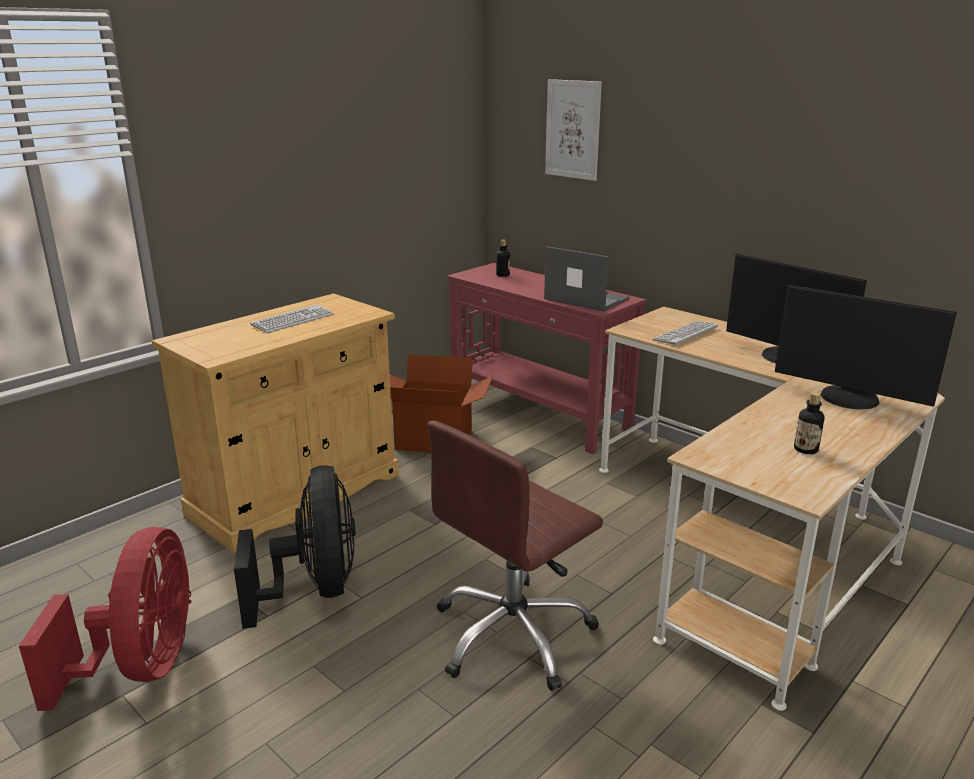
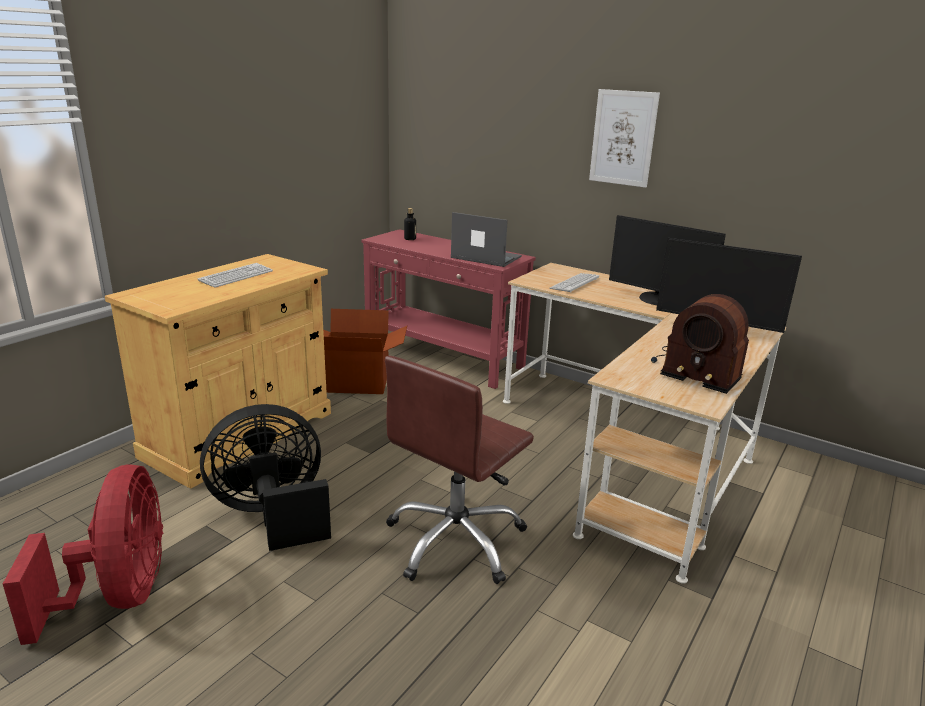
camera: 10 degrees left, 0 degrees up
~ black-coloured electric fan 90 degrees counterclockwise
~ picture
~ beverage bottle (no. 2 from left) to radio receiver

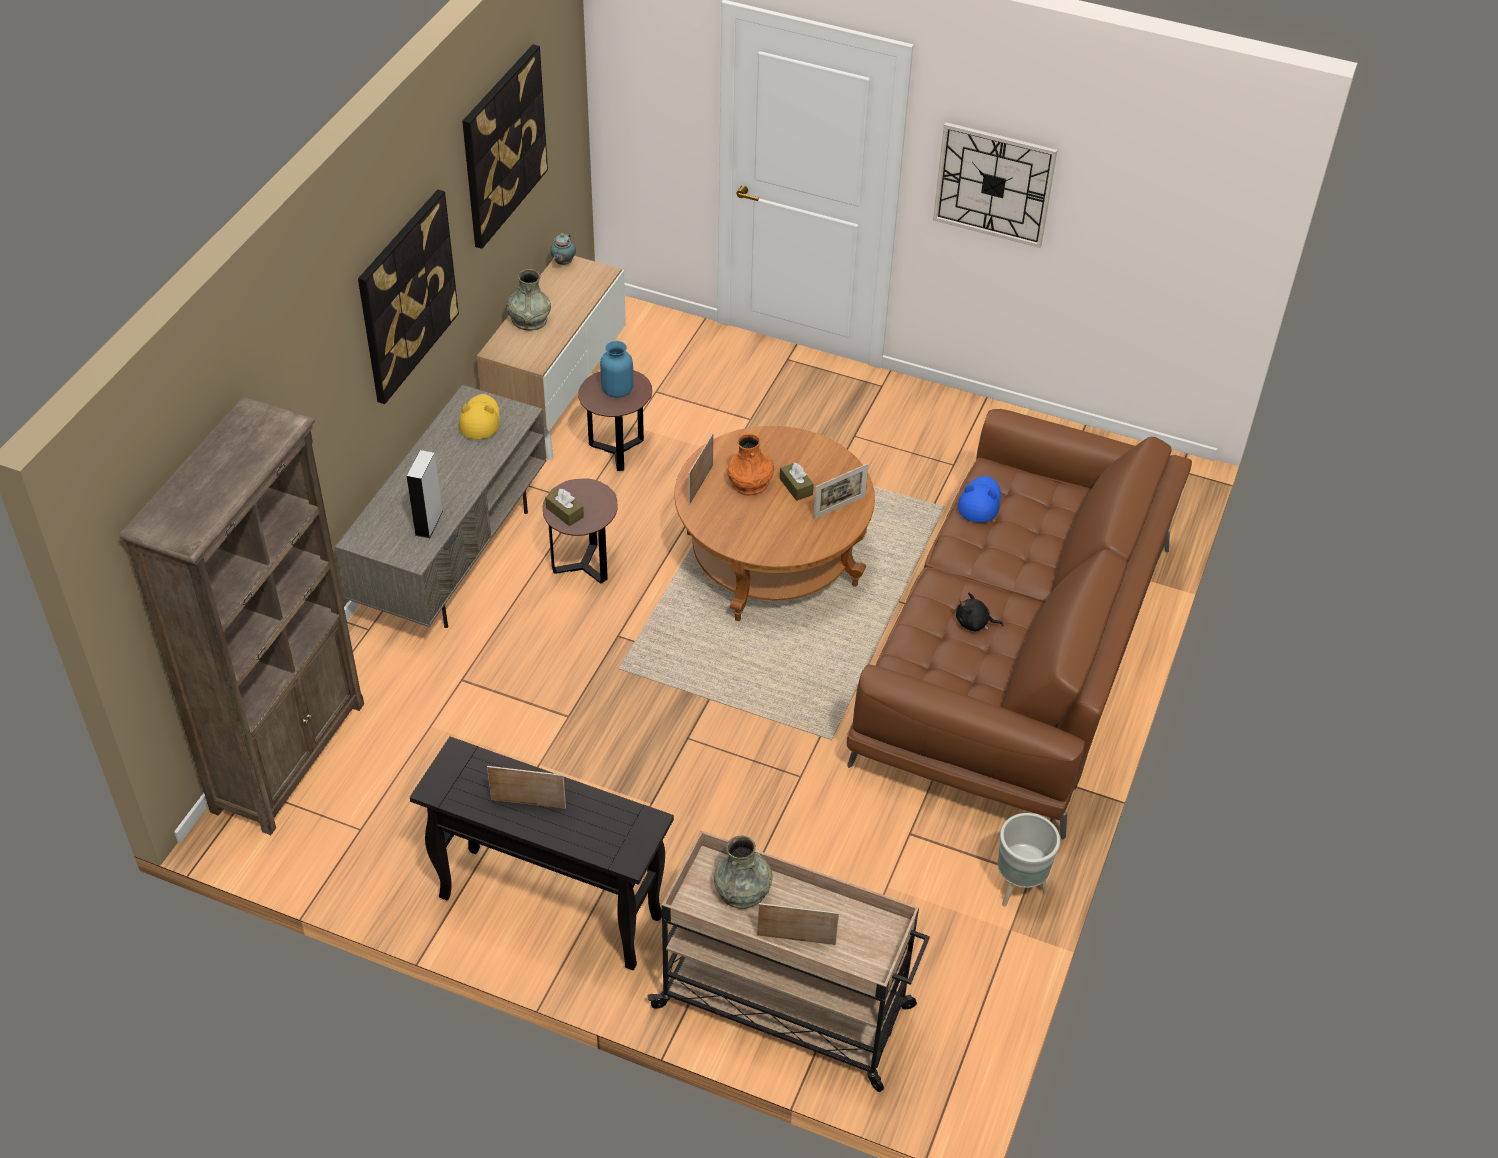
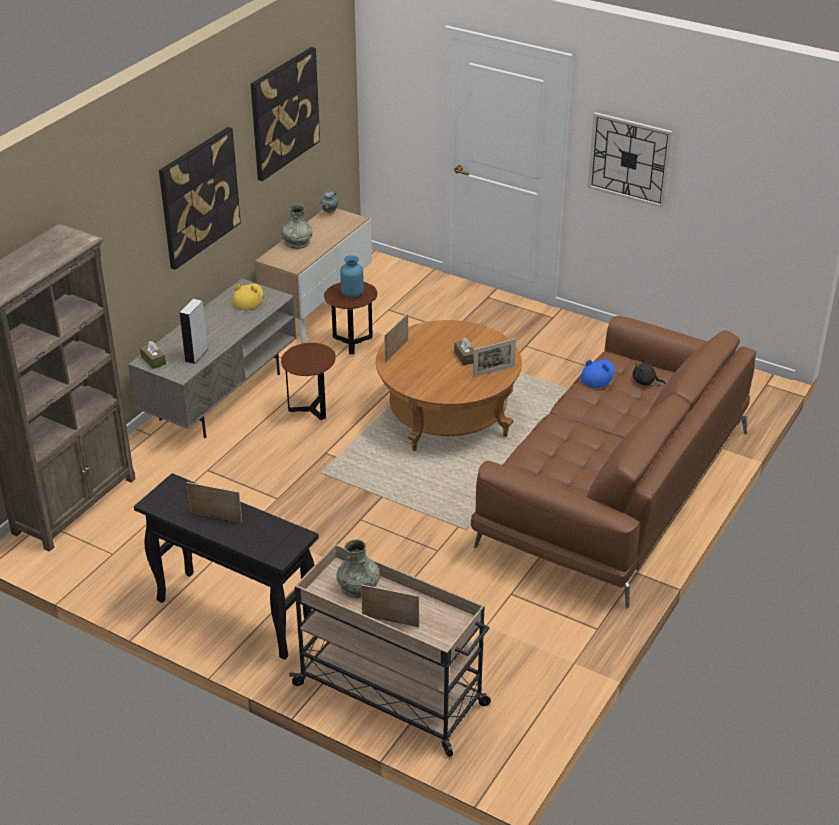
camera: 10 degrees right, 10 degrees down
~ brown-coloured tissue holder (no. 1 from left)
- orange decorative vase
~ black-coloured cuddly toy
- grey planter

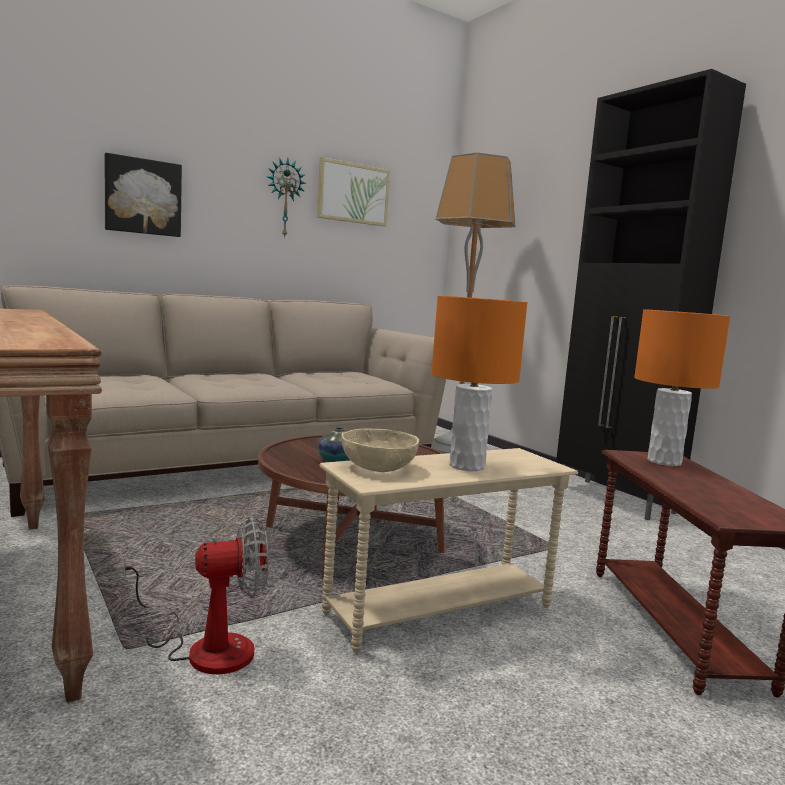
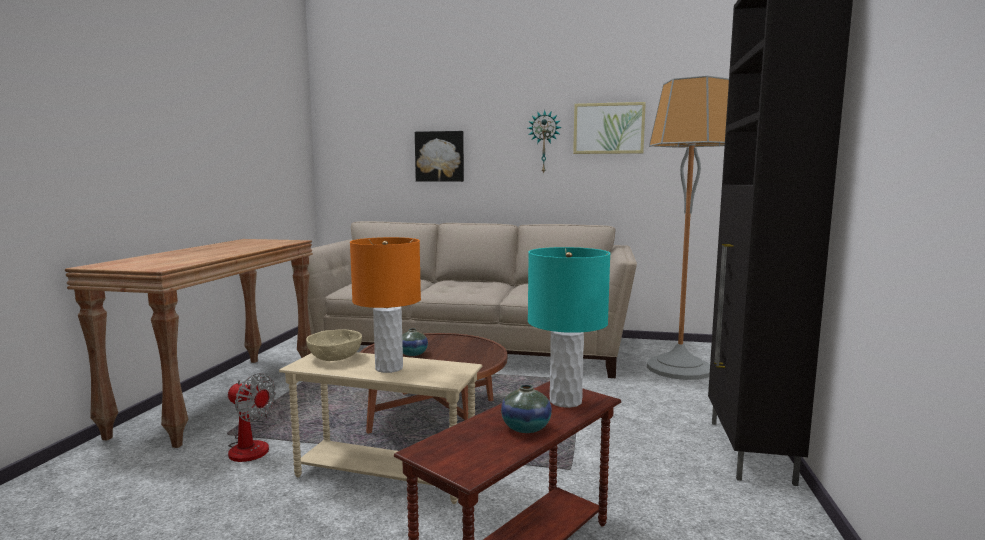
camera: 45 degrees right, 0 degrees up
~ orange lamp for a table (no. 2 from left) to turquoise lamp for a table
+ decorative vase (no. 2 from left)

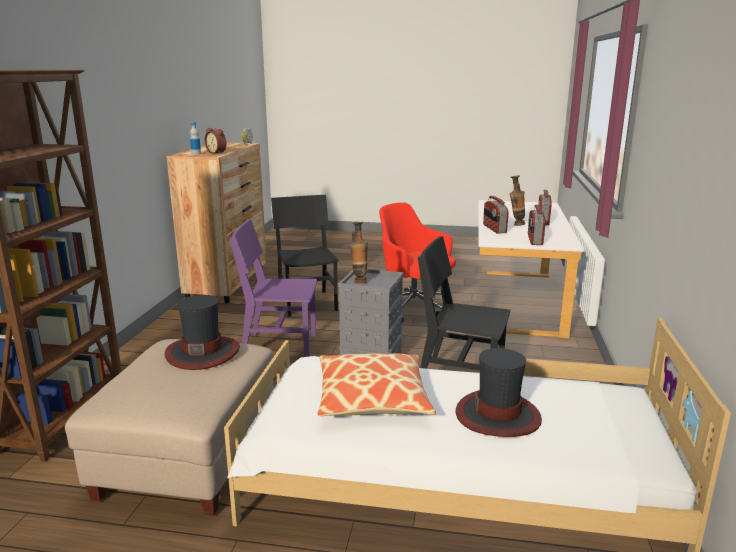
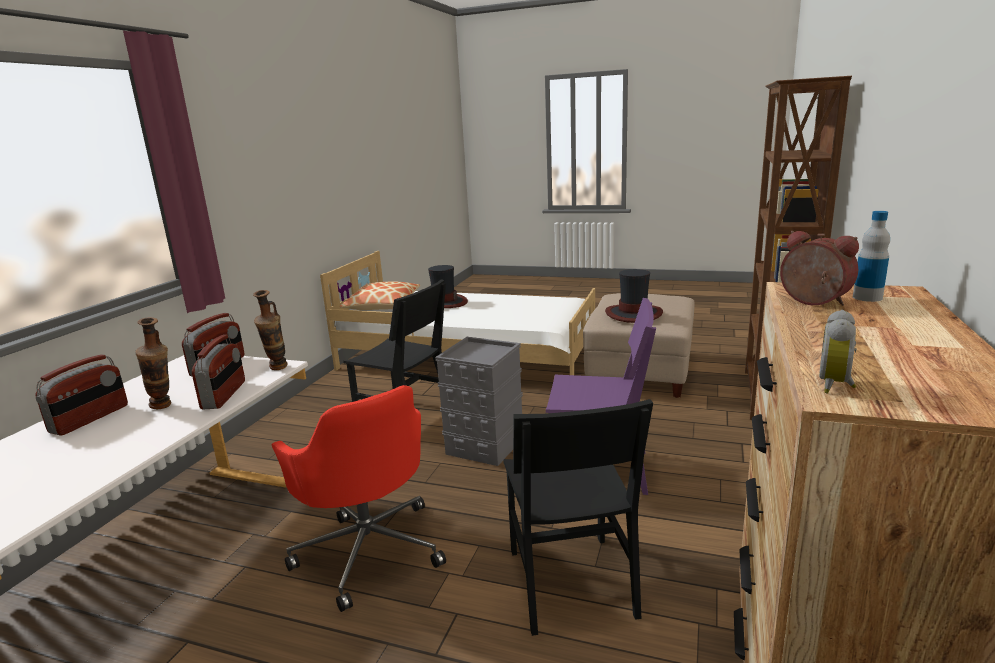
camera: 170 degrees left, 0 degrees up
~ cushion
~ decorative vase (no. 1 from left in the first image) to decorative vase (no. 2 from left)

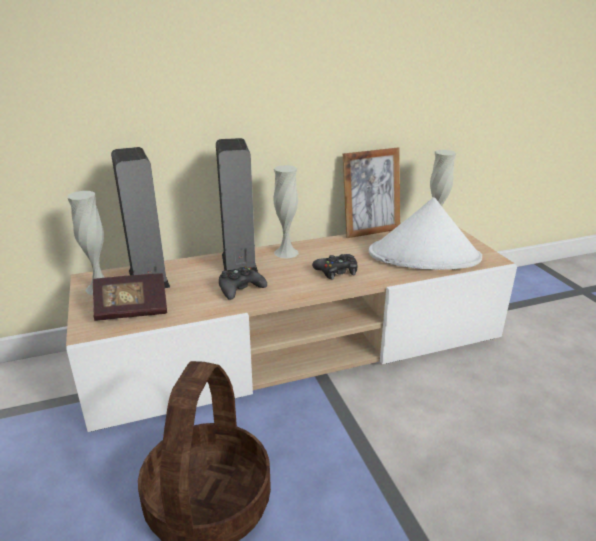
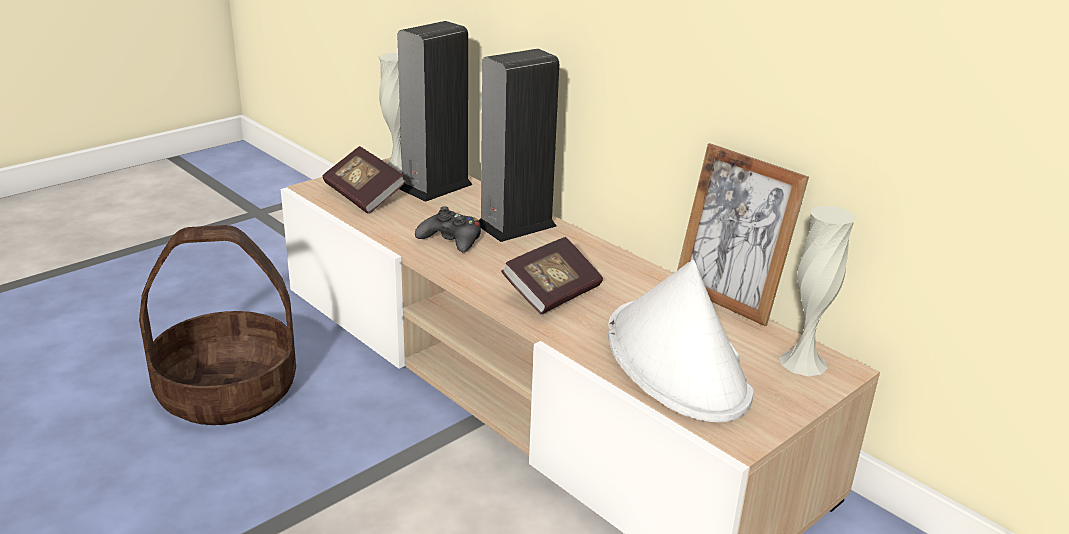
camera: 65 degrees right, 0 degrees up
- white-coloured decorative vase (no. 2 from left)
~ black-coloured joypad (no. 2 from left) to bound book (no. 2 from left)

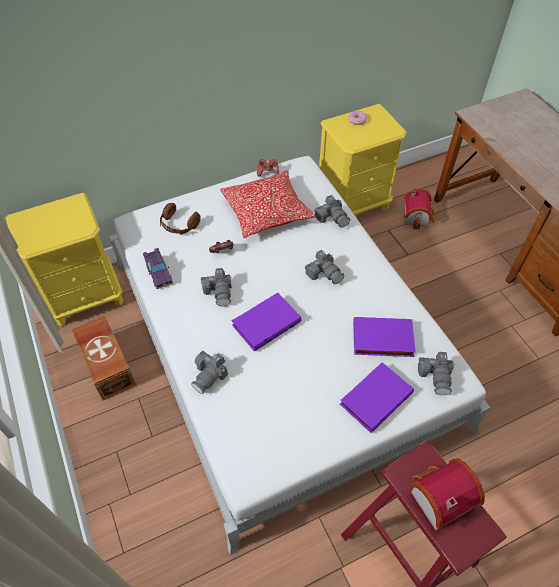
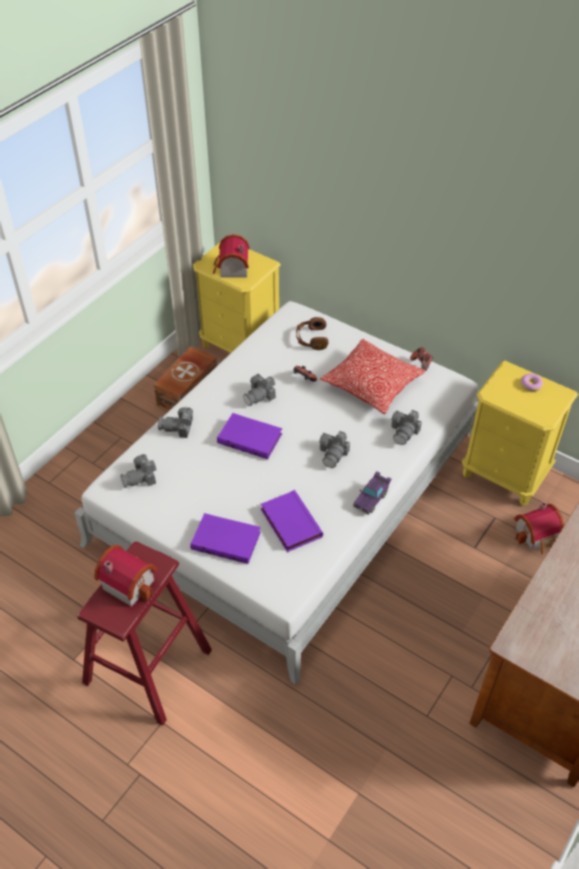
camera: 60 degrees right, 5 degrees down
~ purplish miniature car
~ photo camera (no. 5 from left in the first image) to photo camera (no. 1 from left)
+ model house (no. 2 from left)

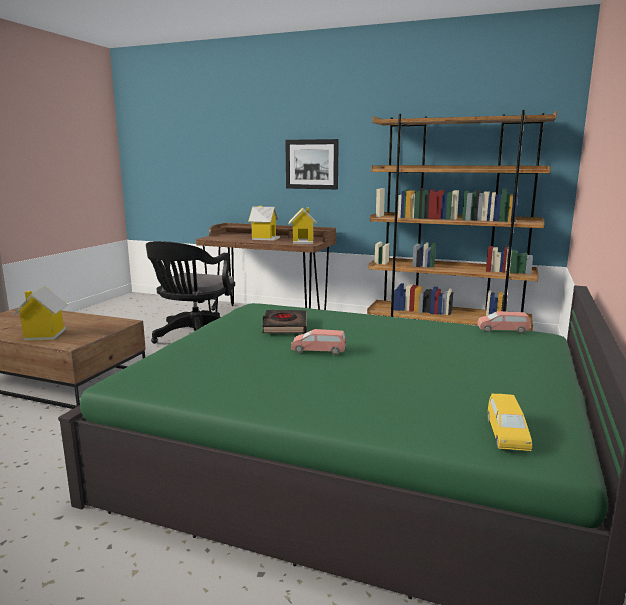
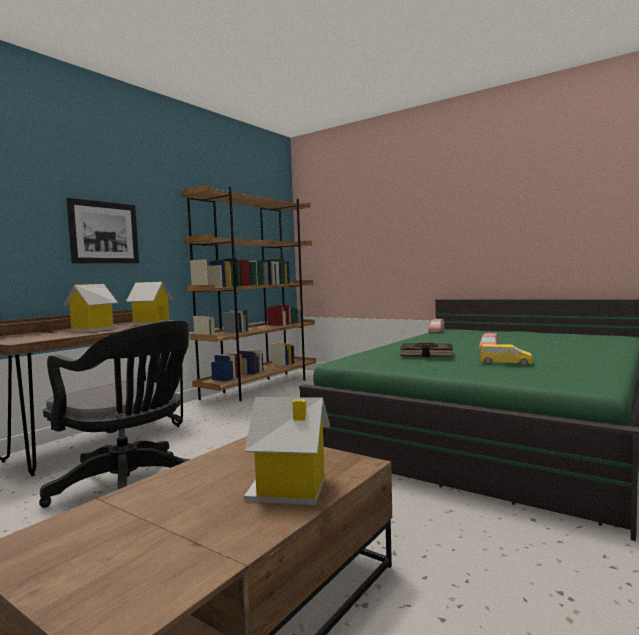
camera: 75 degrees left, 10 degrees down
~ yellowish miniature car

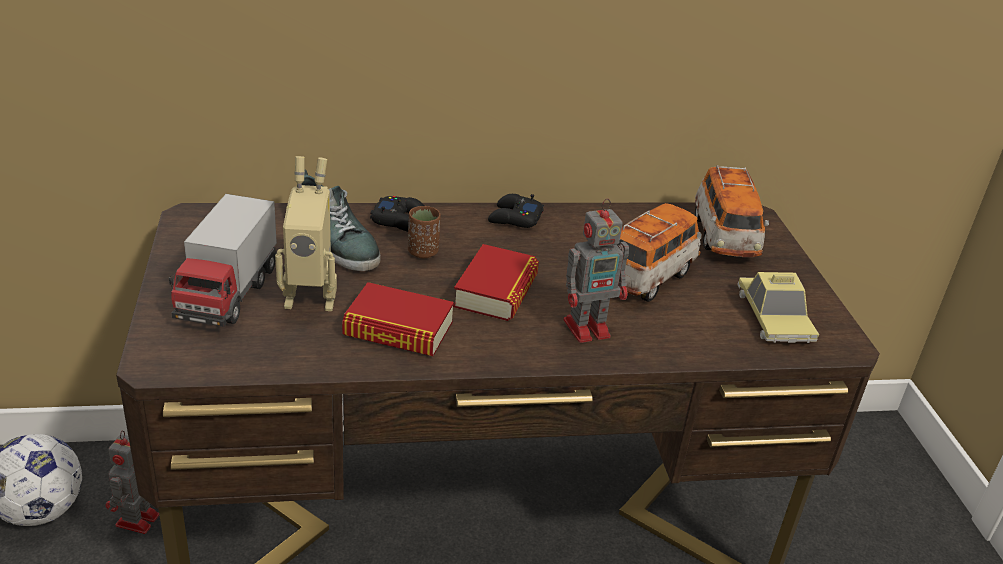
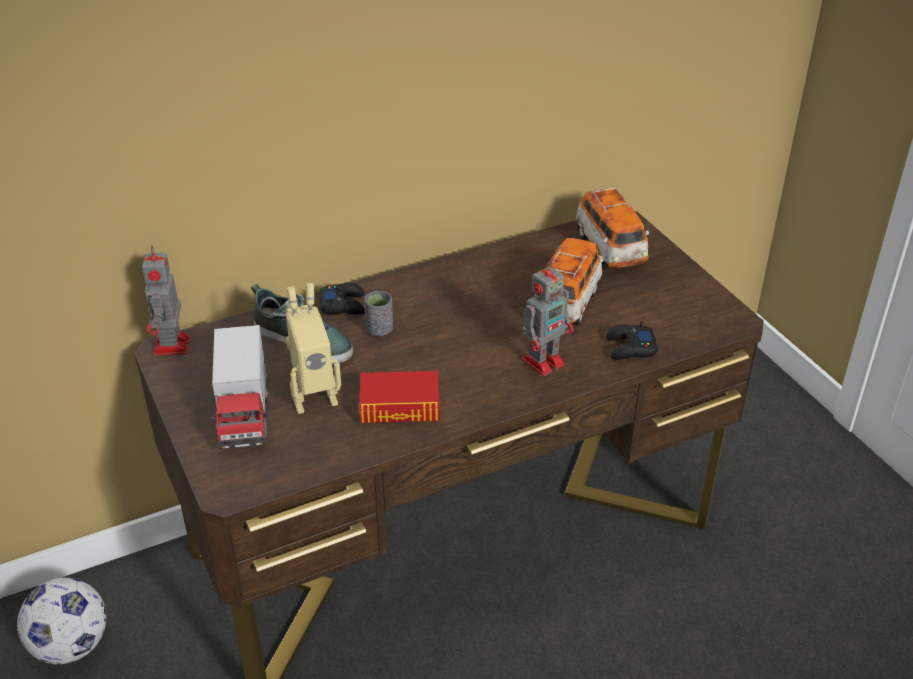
camera: 15 degrees left, 5 degrees up
~ toy robot (no. 1 from left)
~ brown-coloured drinking cup to grey drinking cup
- bound book (no. 2 from left)
~ black-coloured joypad (no. 2 from left)
- miniature car (no. 3 from left)

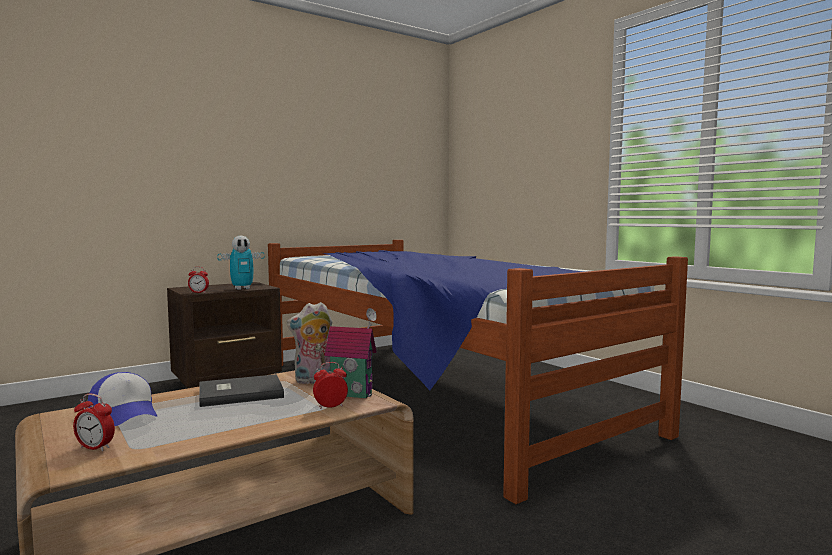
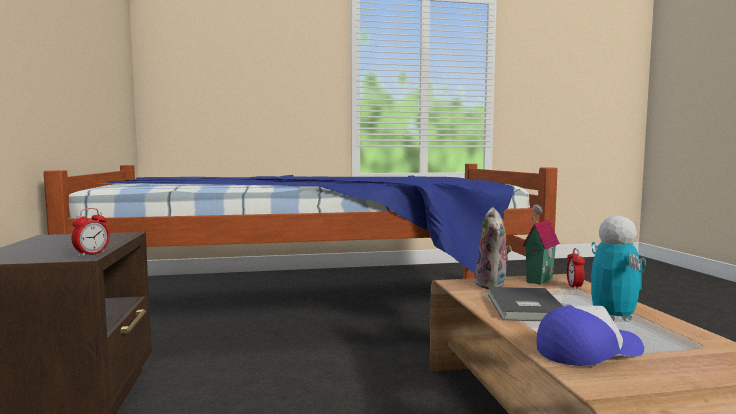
camera: 65 degrees left, 0 degrees up
- table clock (no. 1 from left)
~ toy robot

